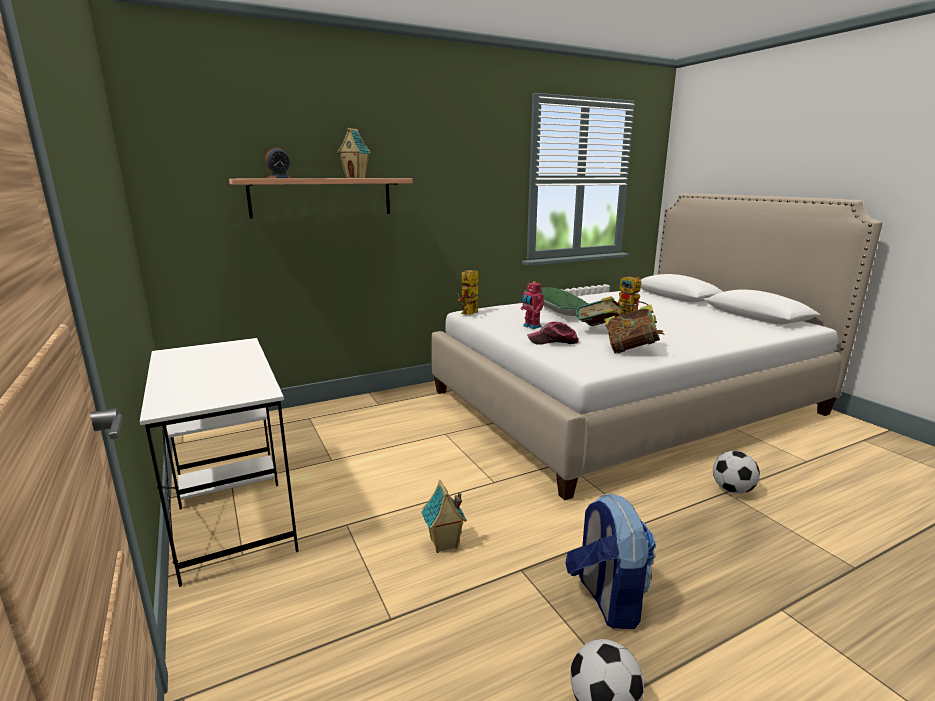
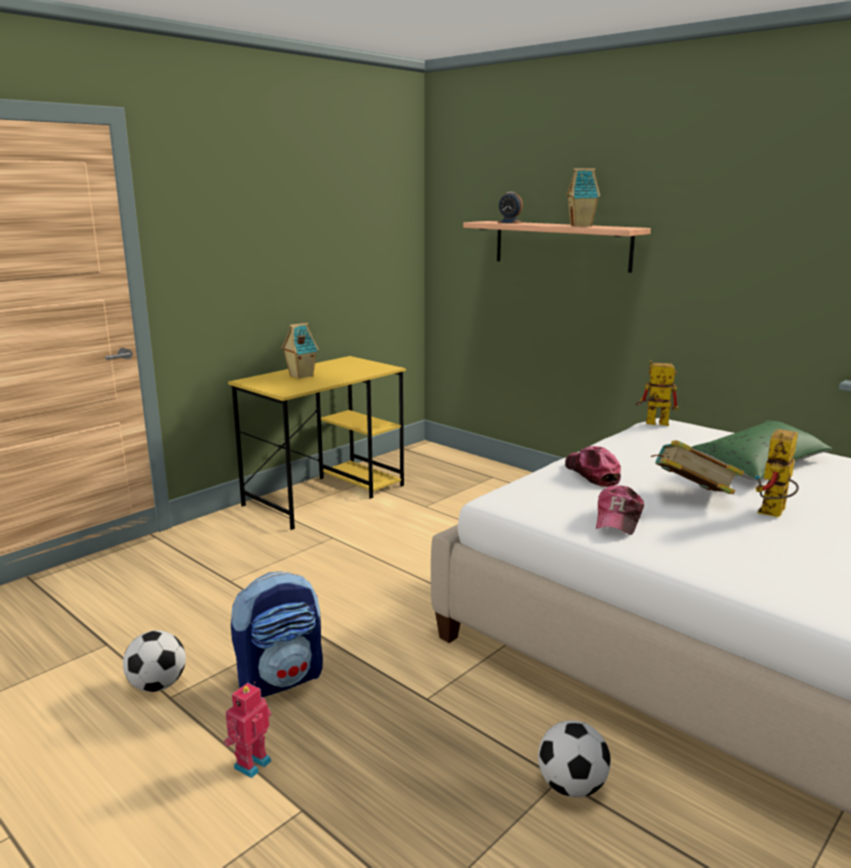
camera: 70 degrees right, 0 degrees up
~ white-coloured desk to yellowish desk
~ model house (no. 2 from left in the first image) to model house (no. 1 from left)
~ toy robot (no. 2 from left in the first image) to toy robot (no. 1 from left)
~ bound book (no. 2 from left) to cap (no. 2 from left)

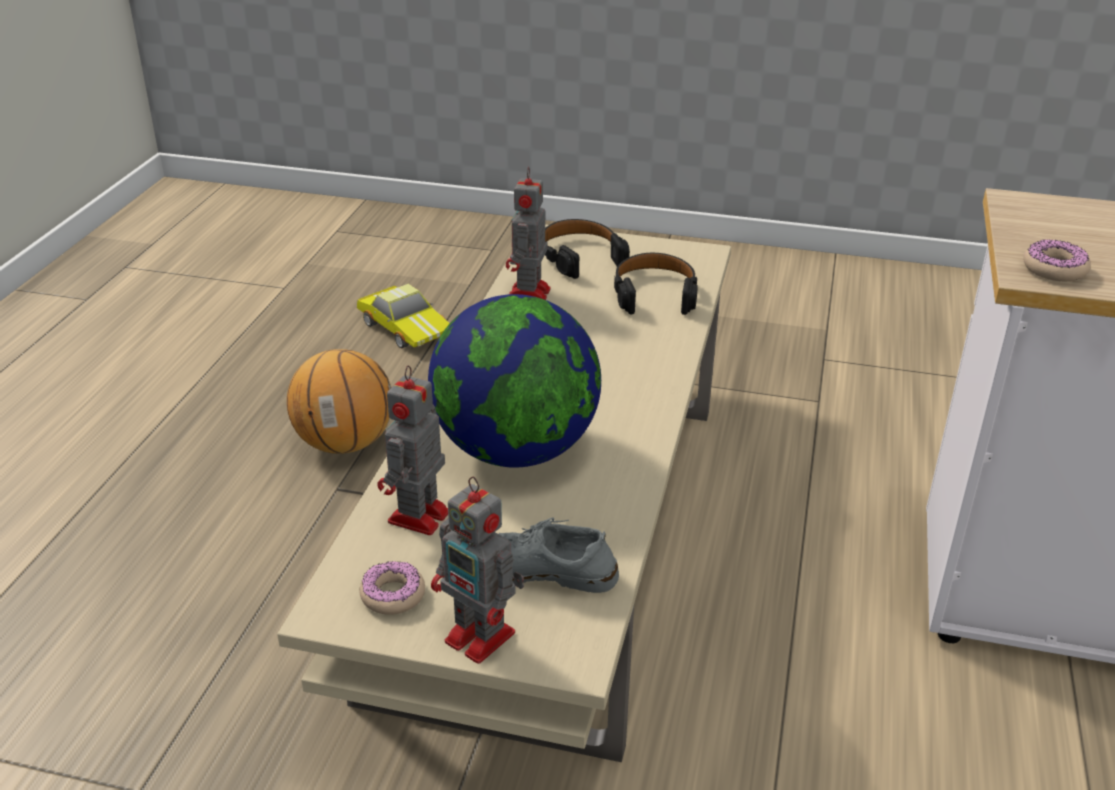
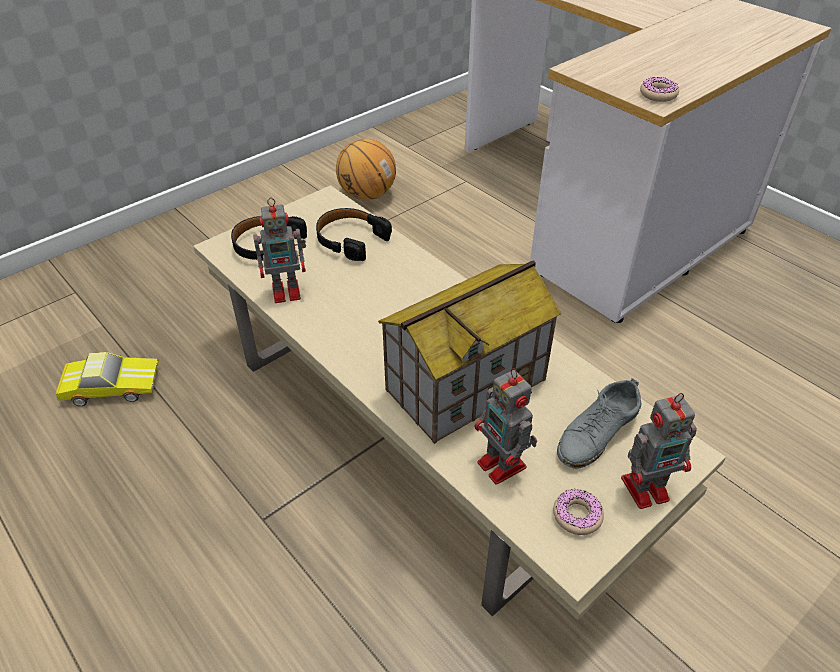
camera: 55 degrees left, 10 degrees up
~ basketball
~ globe to model house
~ toy robot (no. 3 from left in the first image) 60 degrees counterclockwise

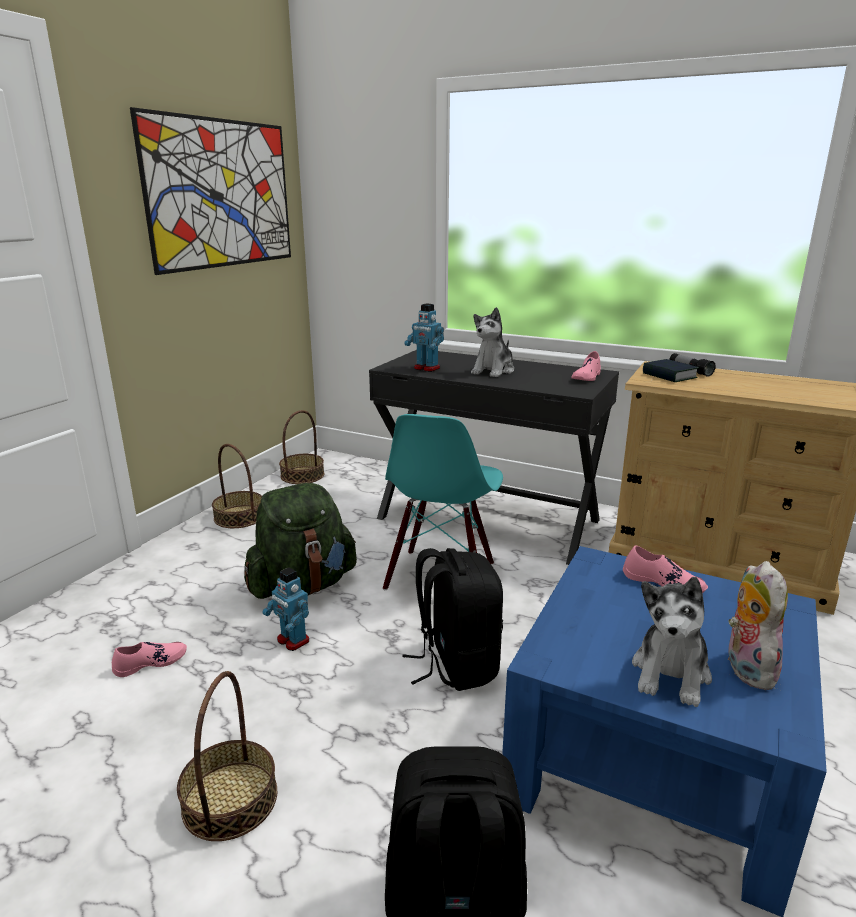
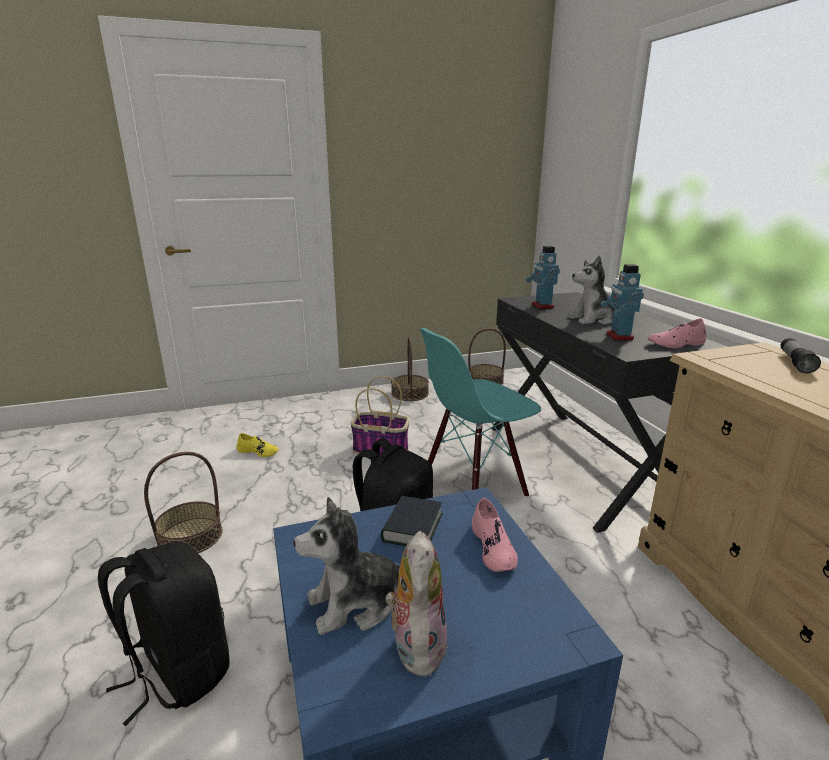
camera: 45 degrees right, 0 degrees up
~ pink shoe (no. 1 from left) to yellowish shoe
- picture
~ greenish rucksack to household basket (no. 2 from left)
~ toy robot (no. 1 from left in the first image) to toy robot (no. 2 from left)
~ bound book
~ cuddly toy (no. 3 from left in the first image) 45 degrees counterclockwise

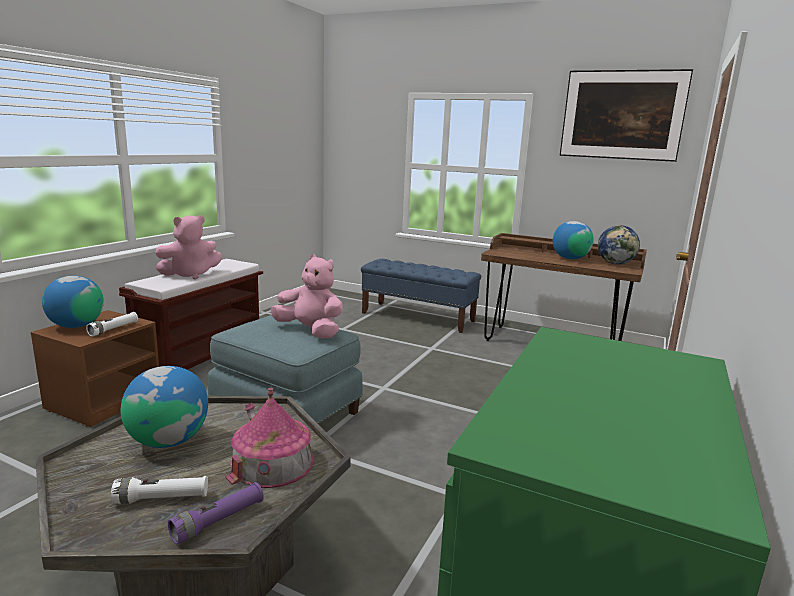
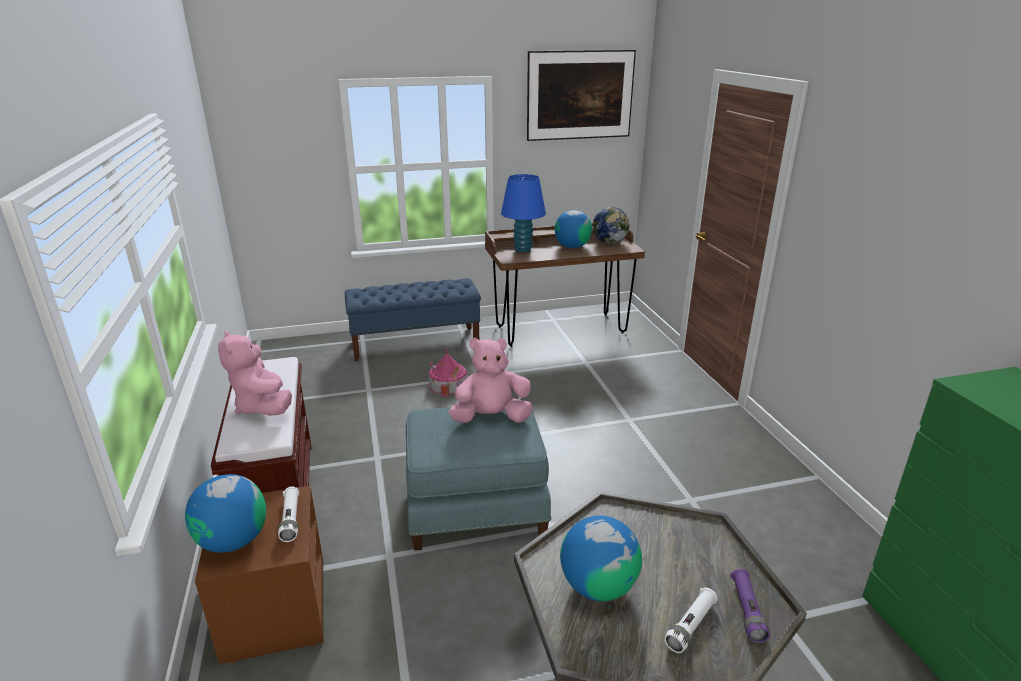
camera: 40 degrees left, 10 degrees up
~ pink cuddly toy (no. 1 from left) 135 degrees clockwise
~ model house
+ bluish lamp for a table

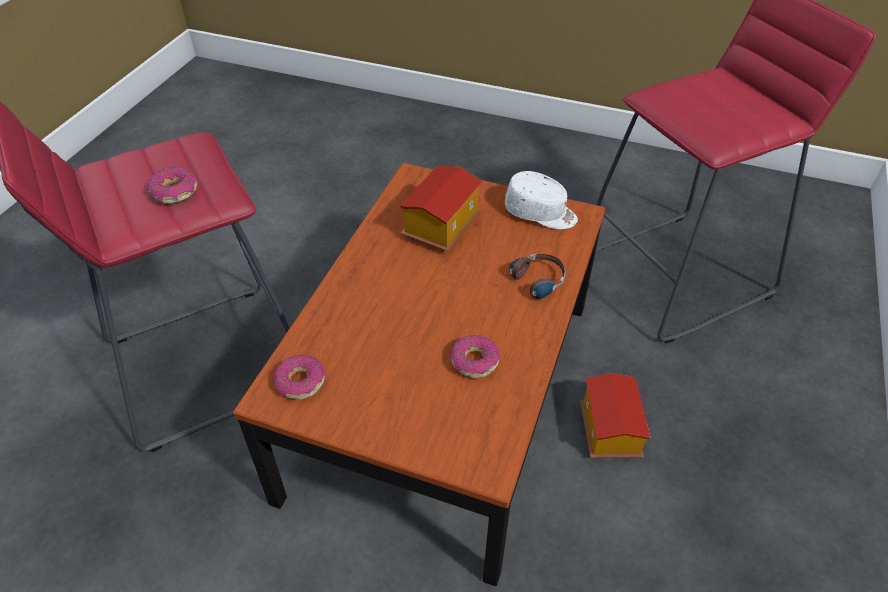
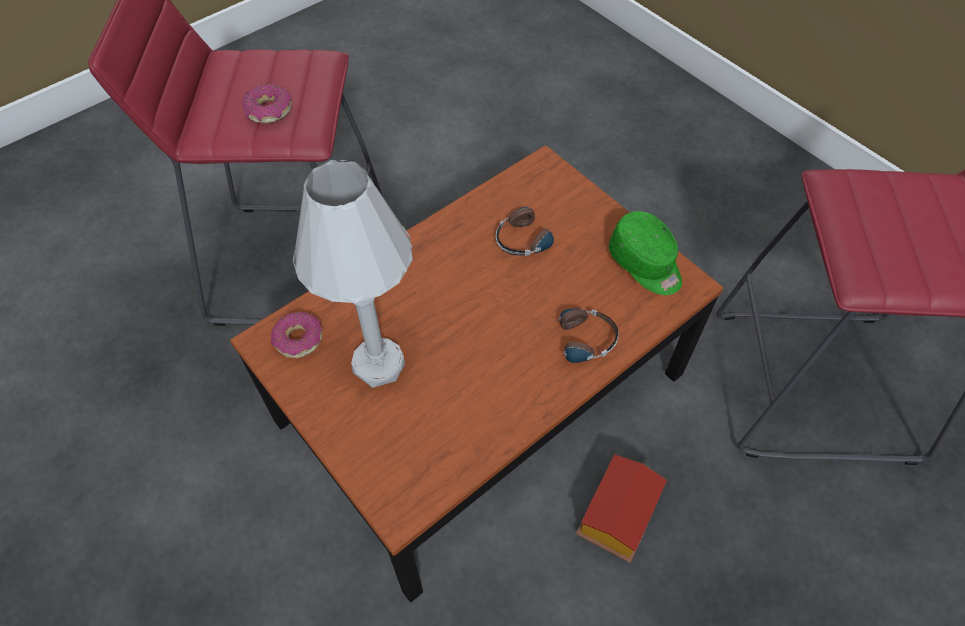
camera: 30 degrees right, 10 degrees up
~ model house (no. 1 from left) to headset (no. 1 from left)
- ring doughnut (no. 3 from left)
~ white-coloured cap to greenish cap
+ white-coloured lamp for a table

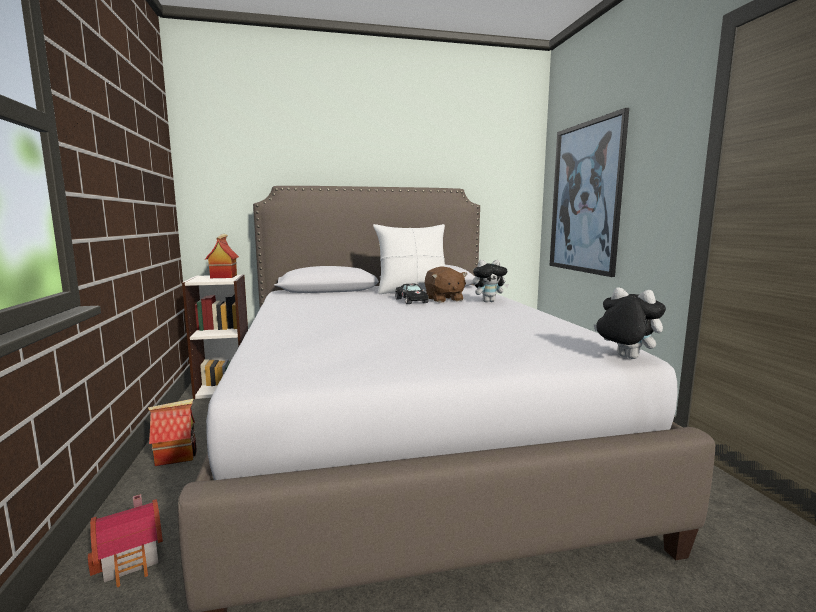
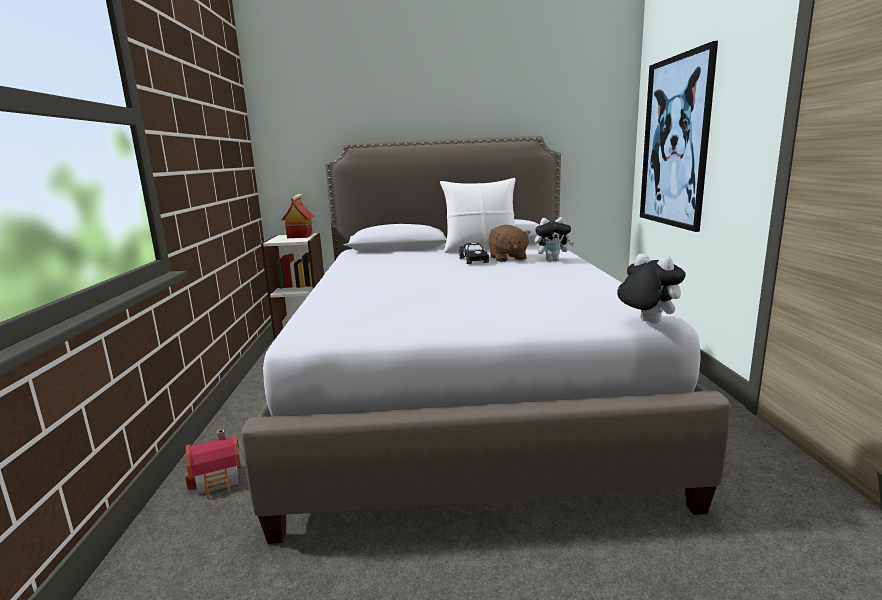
camera: 10 degrees right, 5 degrees up
- model house (no. 2 from left)

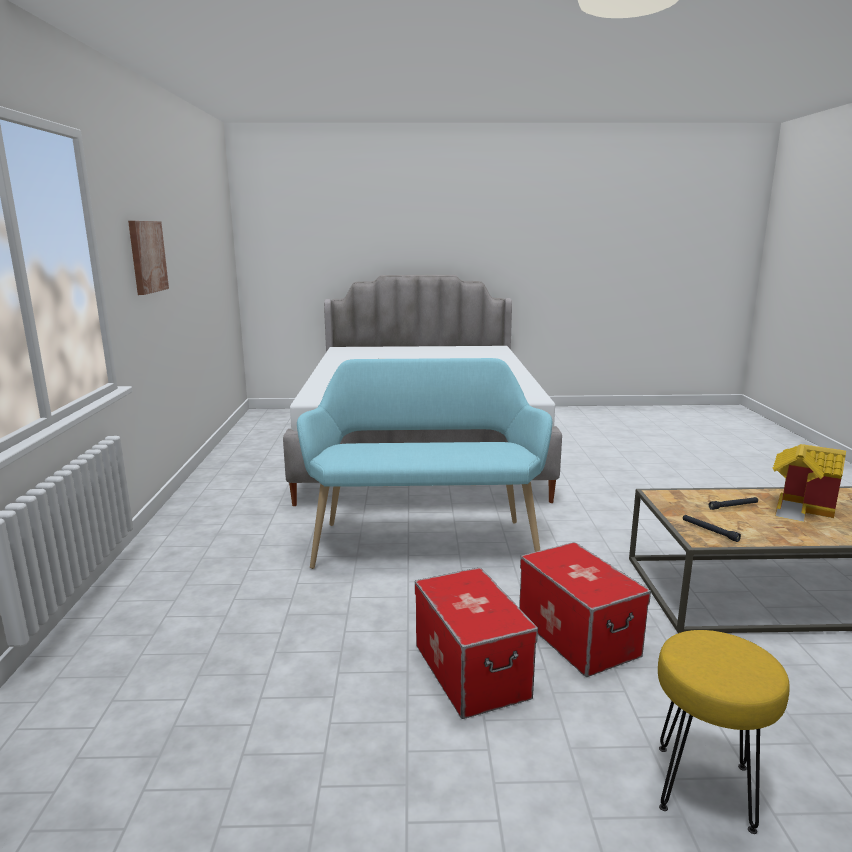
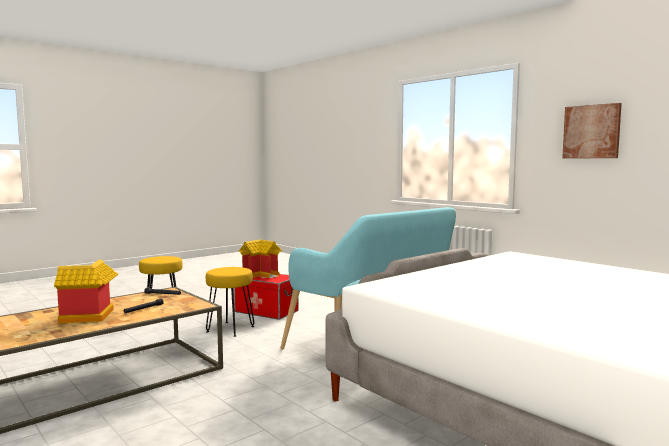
camera: 140 degrees right, 10 degrees down
~ storage box (no. 2 from left) to yellowish stool (no. 2 from left)
+ model house (no. 2 from left)

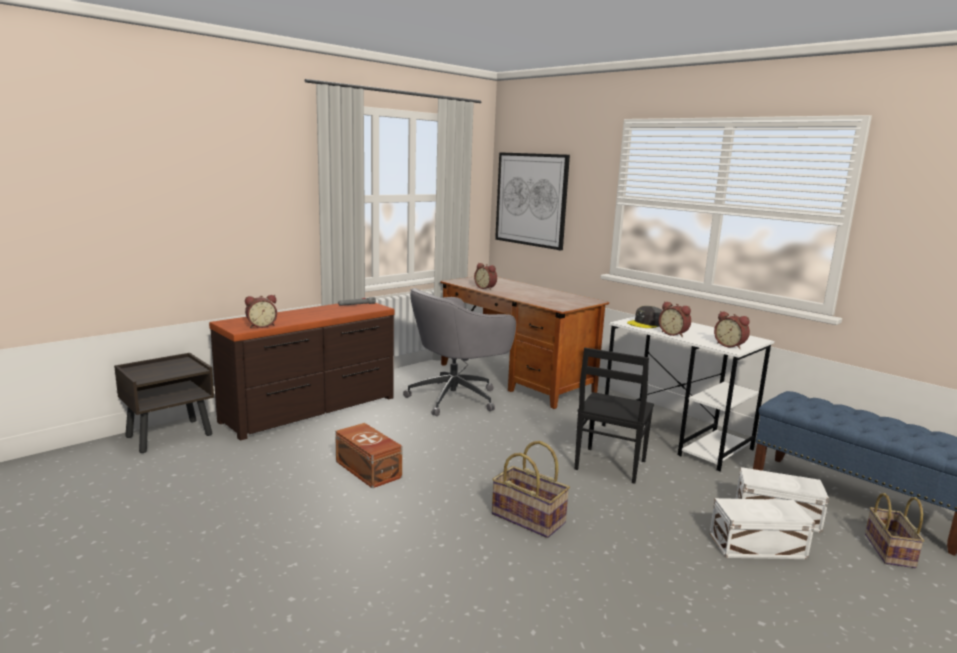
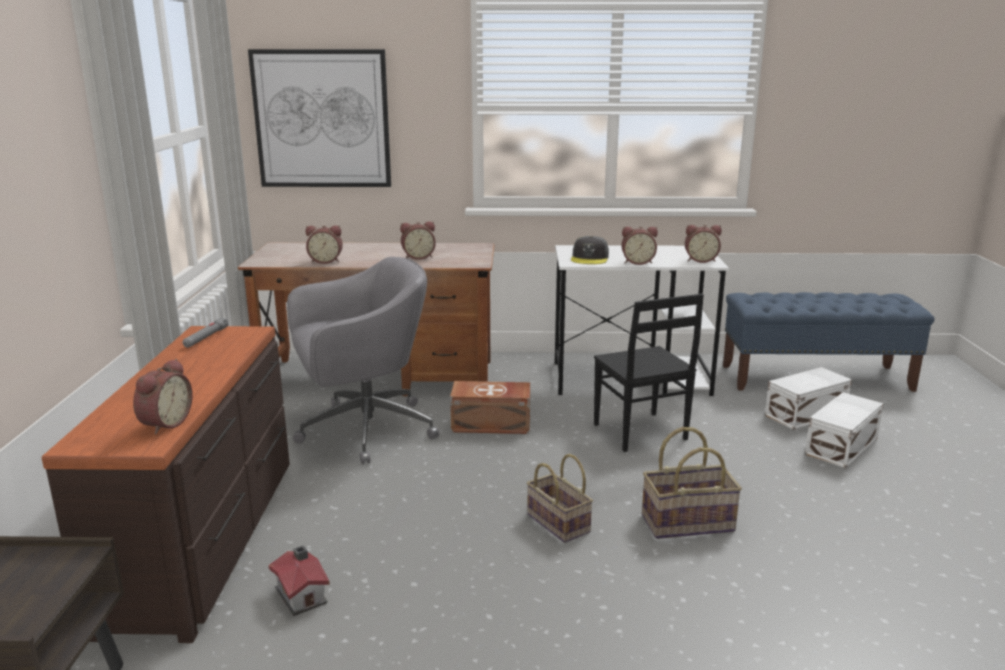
camera: 45 degrees left, 5 degrees up
~ brown-coloured storage box
~ grey desk chair 120 degrees counterclockwise
~ household basket (no. 2 from left in the first image) to household basket (no. 1 from left)
+ model house
+ table clock (no. 3 from left)

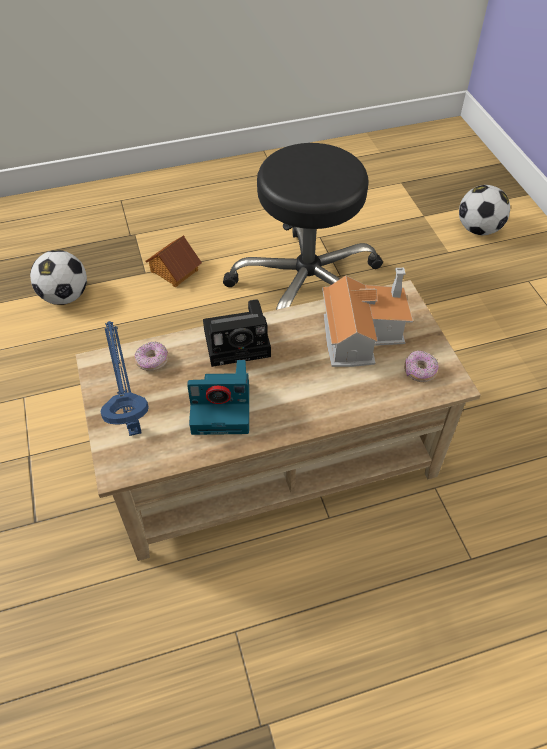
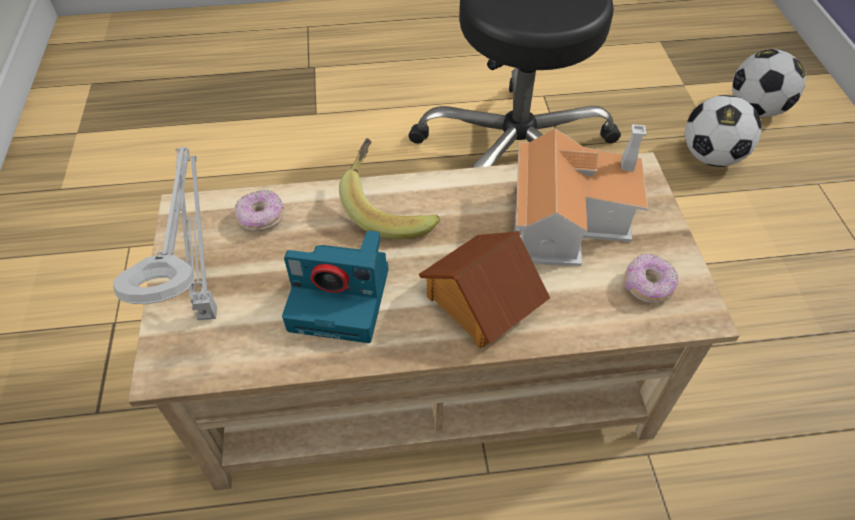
camera: 10 degrees right, 0 degrees up
~ football (no. 1 from left)
~ bluish lamp for a table to grey lamp for a table
~ model house (no. 1 from left)
~ photo camera (no. 2 from left) to banana

